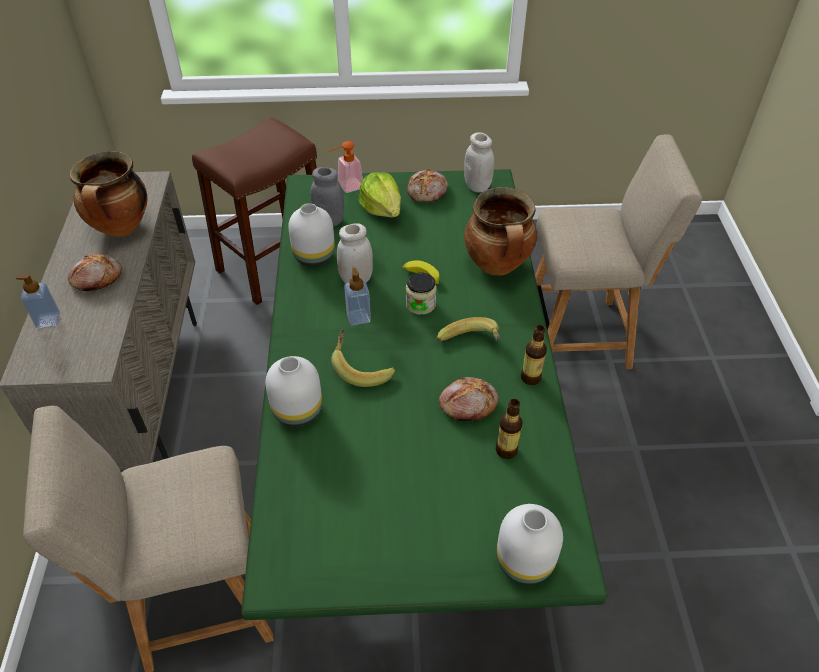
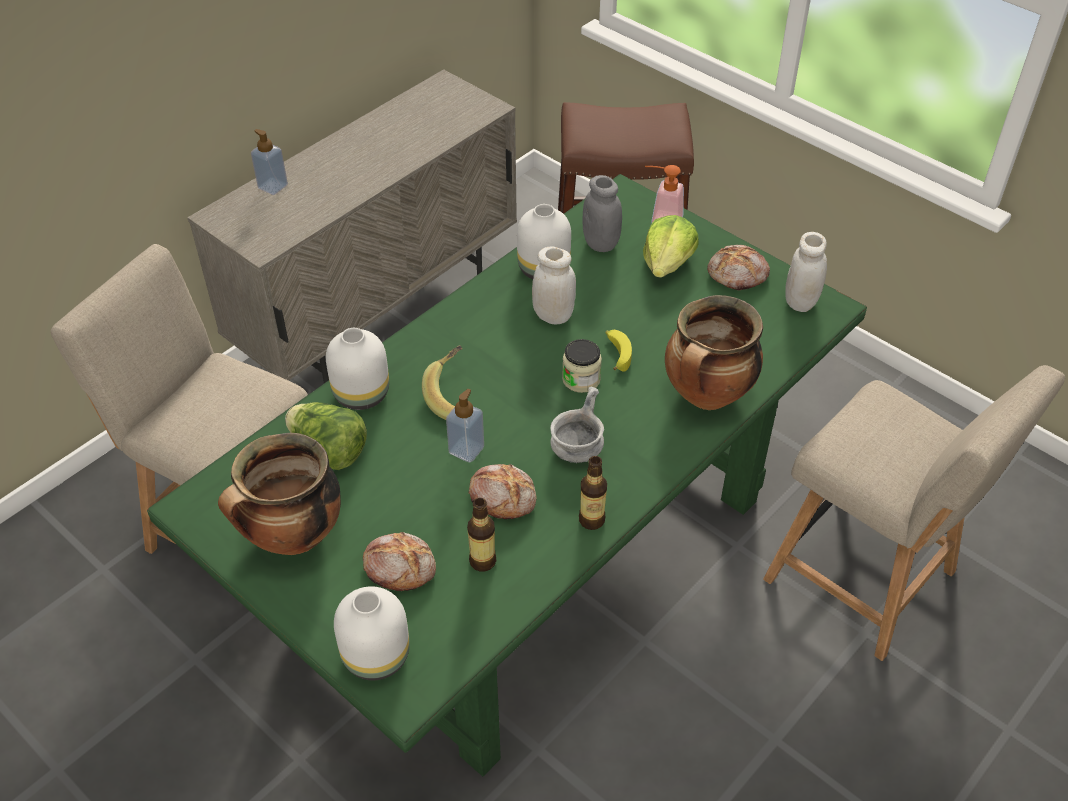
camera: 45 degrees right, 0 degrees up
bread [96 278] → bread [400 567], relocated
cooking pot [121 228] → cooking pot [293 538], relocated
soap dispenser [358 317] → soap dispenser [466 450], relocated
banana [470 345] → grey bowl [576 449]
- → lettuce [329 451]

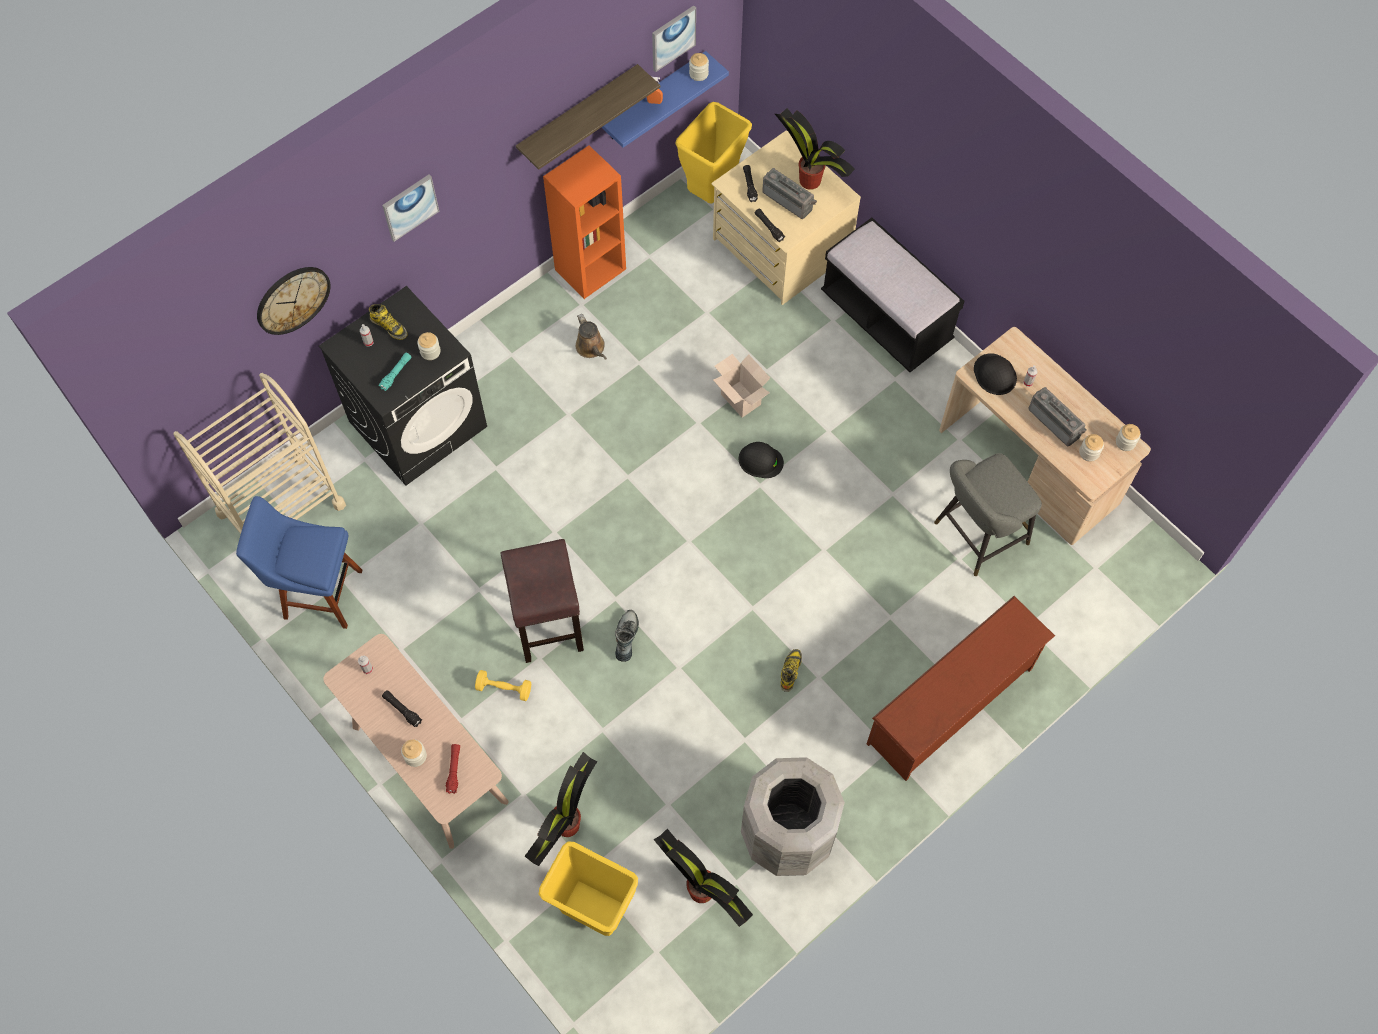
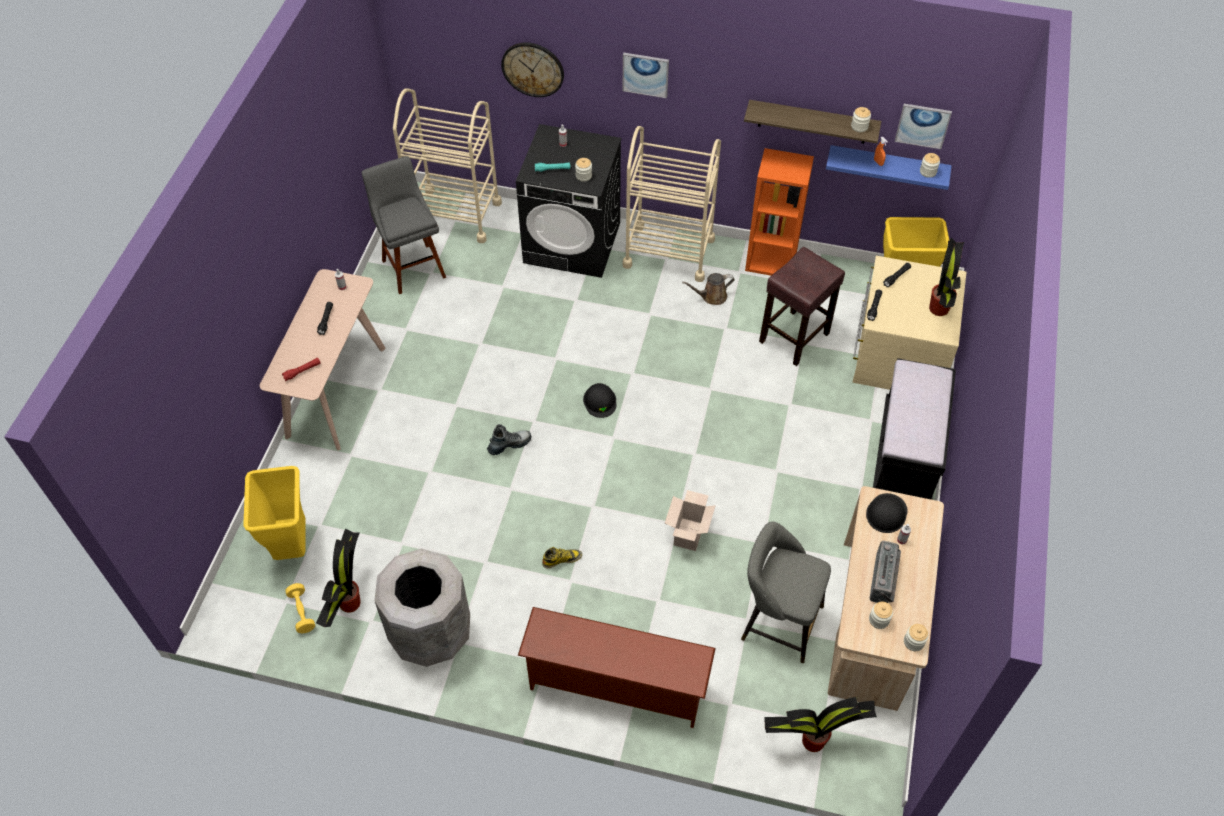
camera: 55 degrees right, 10 degrees down
blue stool [318 593] → grey stool [412 266]
boot [389 326] → -
jar [415 756] → jar [859 126], relocated
yellow dumbbell [504 689] → yellow dumbbell [302 612], relocated
brown stool [548 623] → brown stool [794 337], relocated
potted plant [566 826] → potted plant [811 741], relocated
brown watering can [591 348] → brown watering can [711 296], 45 degrees clockwise
cardboard box [739 399] → cardboard box [688 533], relocated
black hard hat [760 460] → black hard hat [600 401], relocated
radio [789 199] → -
- → beige cart [669 252]

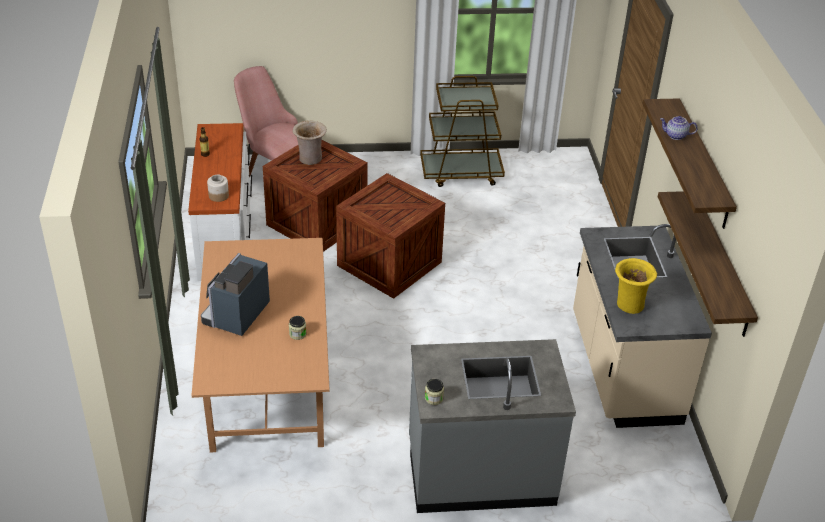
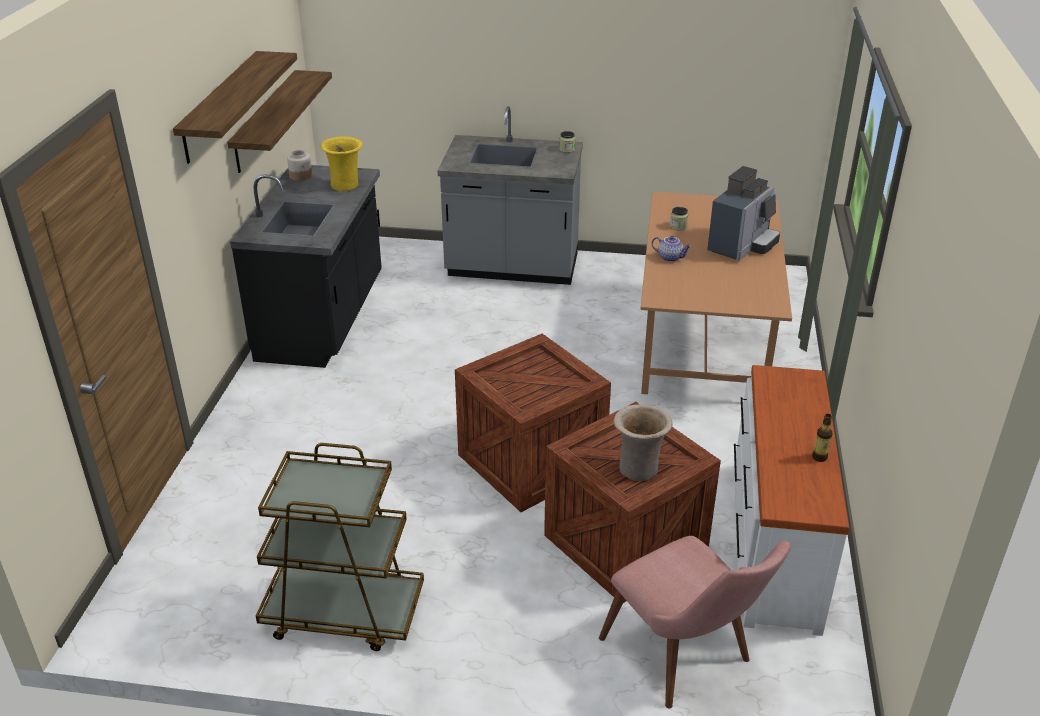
camera: 165 degrees left, 5 degrees down
jar [218 196] → jar [301 176], relocated
beige counter [623 369] → black counter [323 319]
teapot [675 136] → teapot [670 257], relocated

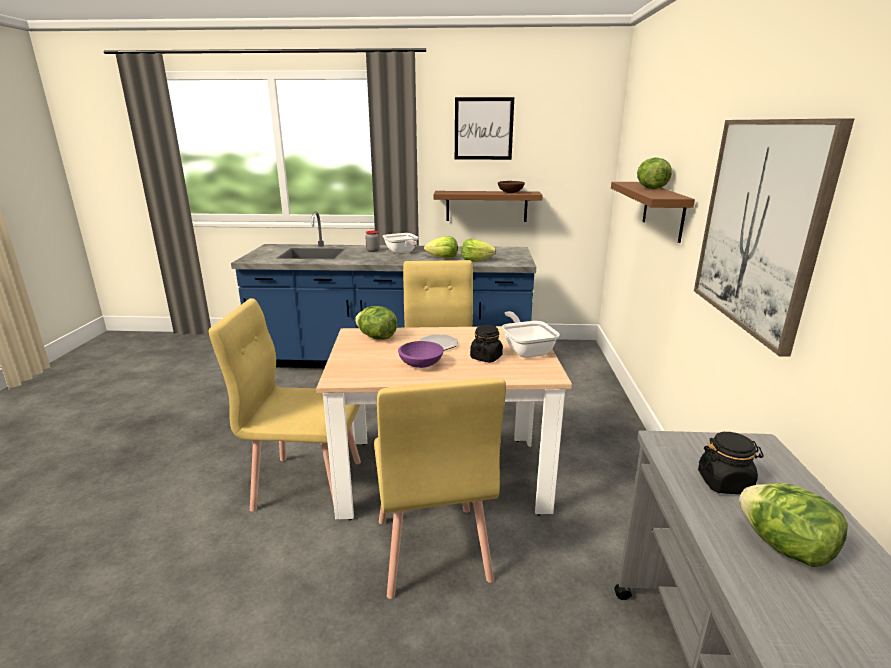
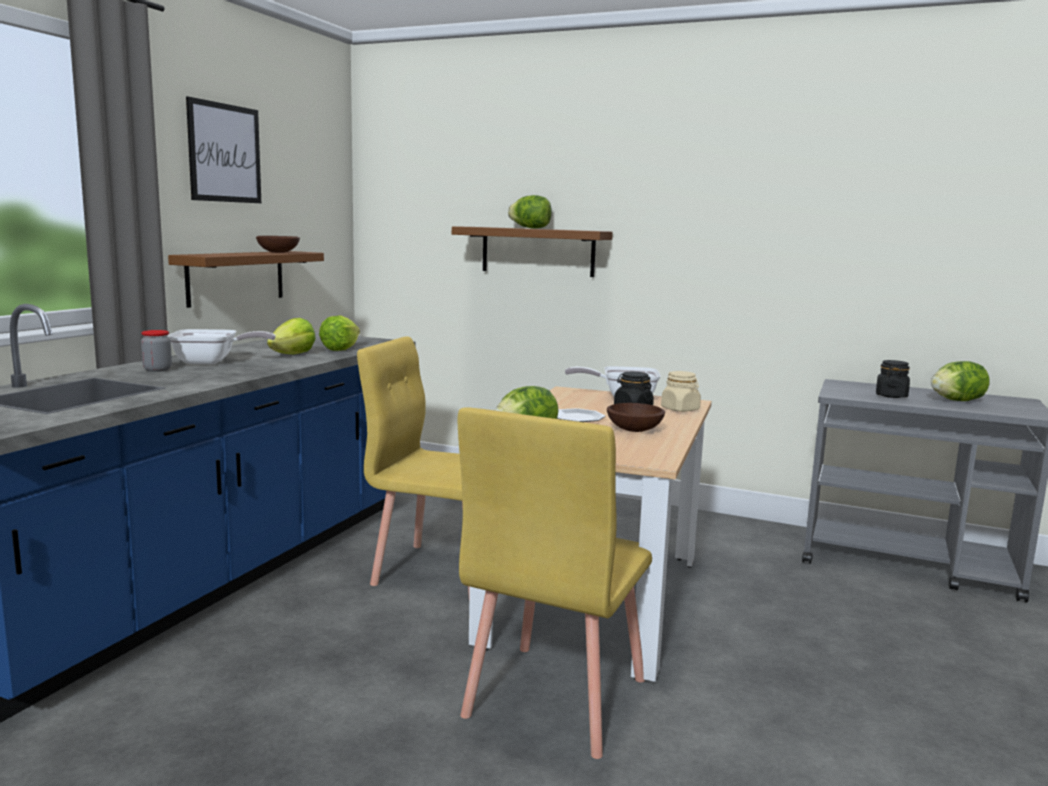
camera: 70 degrees left, 10 degrees down
yellow chair [431 550] → -
purple bowl [421 364] → brown bowl [634 429]
picture [759 225] → -
- → beige jar [680 409]

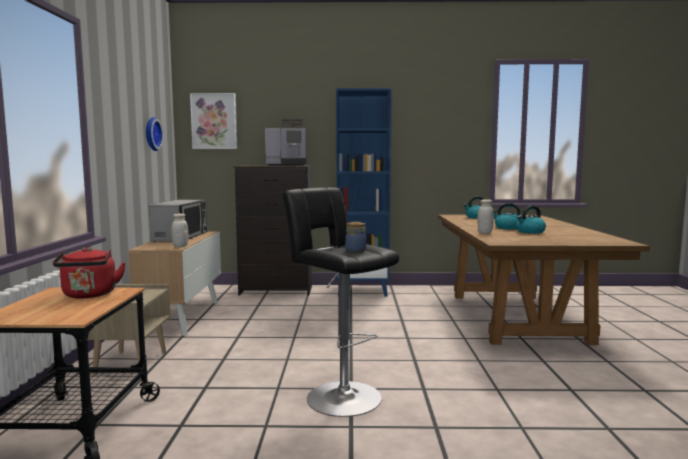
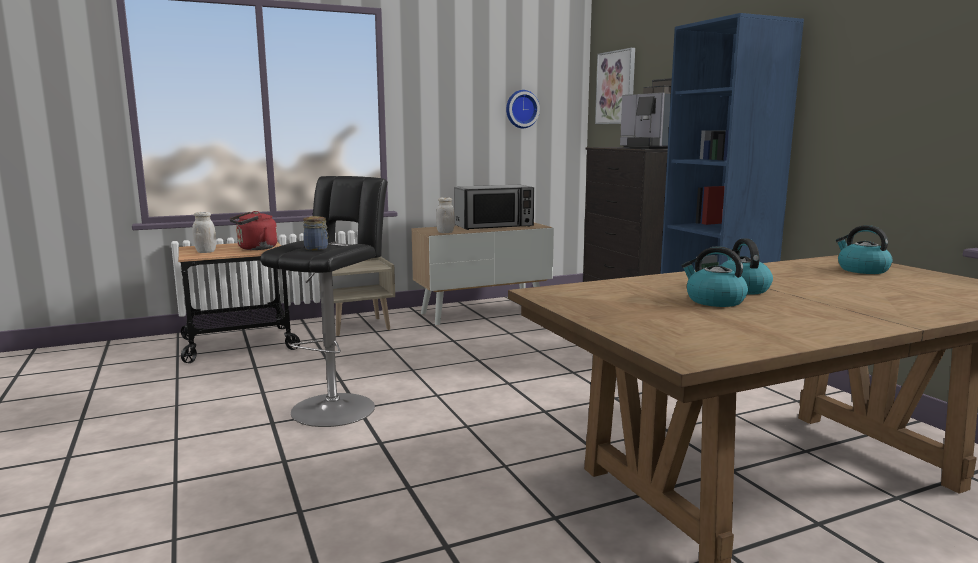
camera: 65 degrees right, 5 degrees up
white jar [484 232] → white jar [206 252], relocated

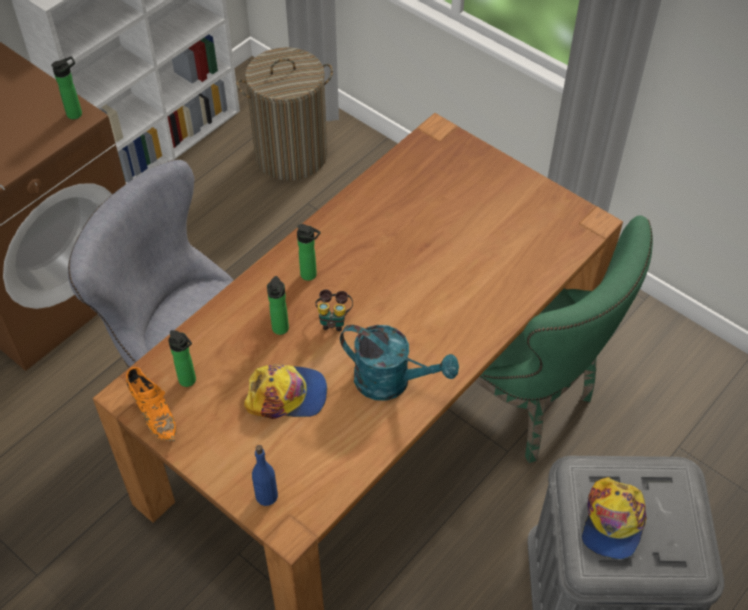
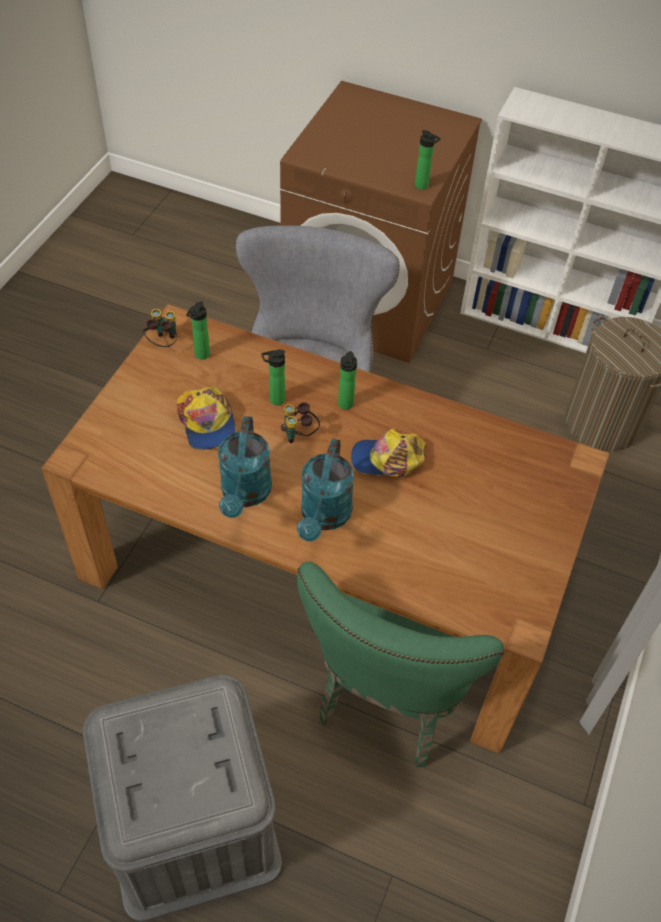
camera: 70 degrees right, 0 degrees up
orange shoe [154 413] → binoculars [163 343]
blue bottle [266 496] → -
cap [612 522] → cap [387 459], relocated
- → turquoise watering can [324 517]

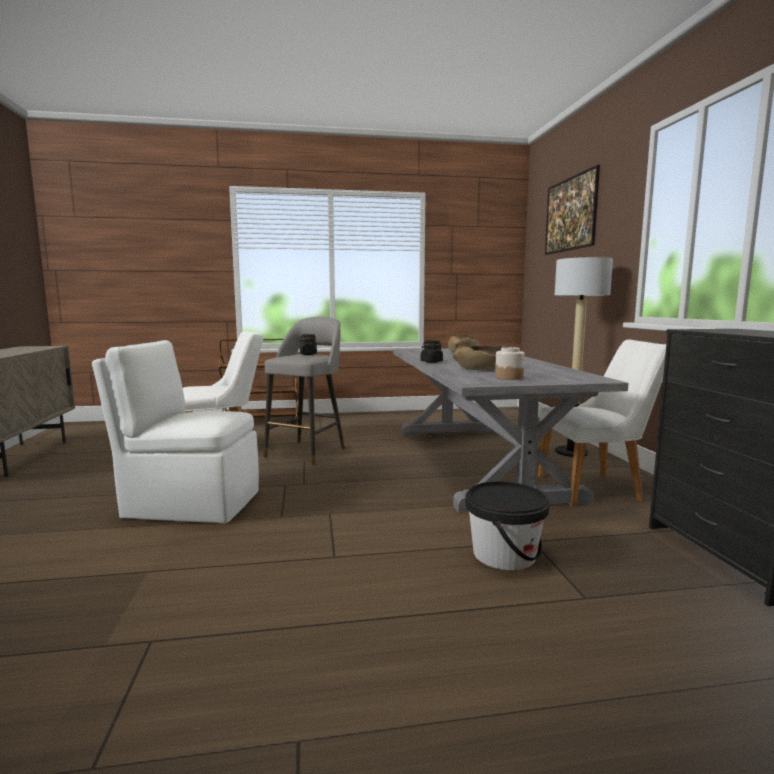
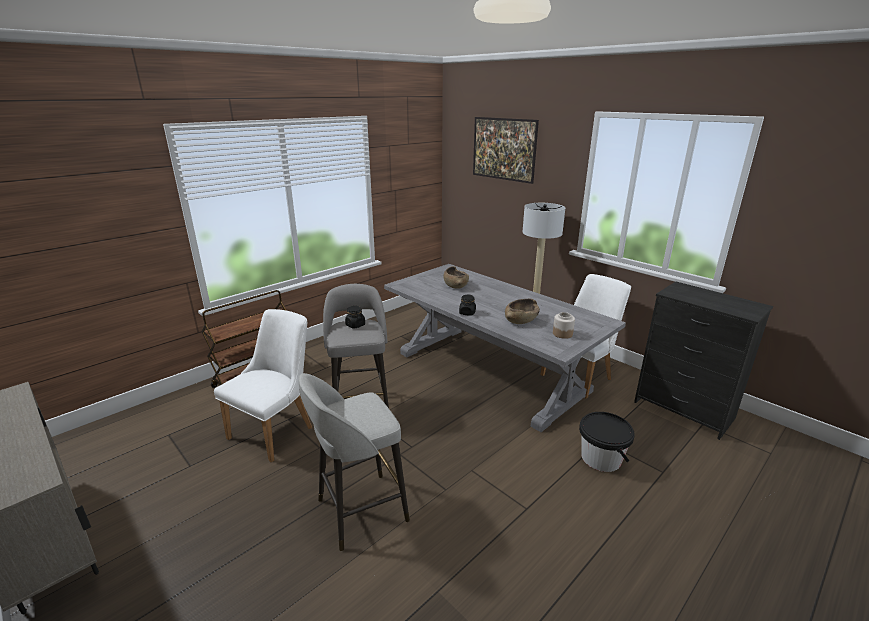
camera: 35 degrees left, 15 degrees up
white chair [190 504] → grey stool [359 511]

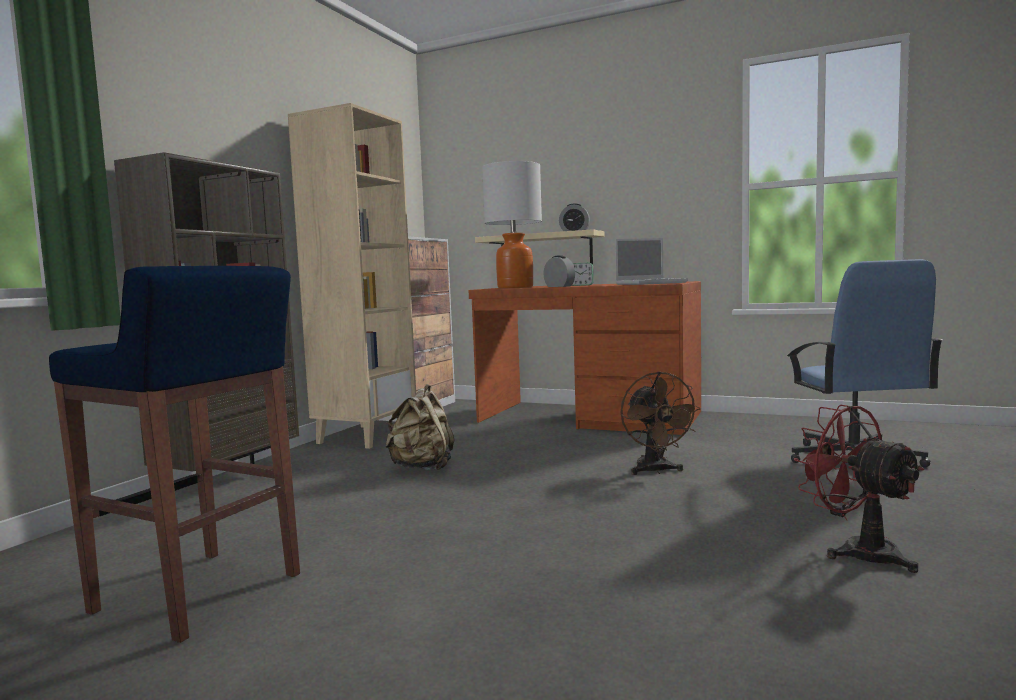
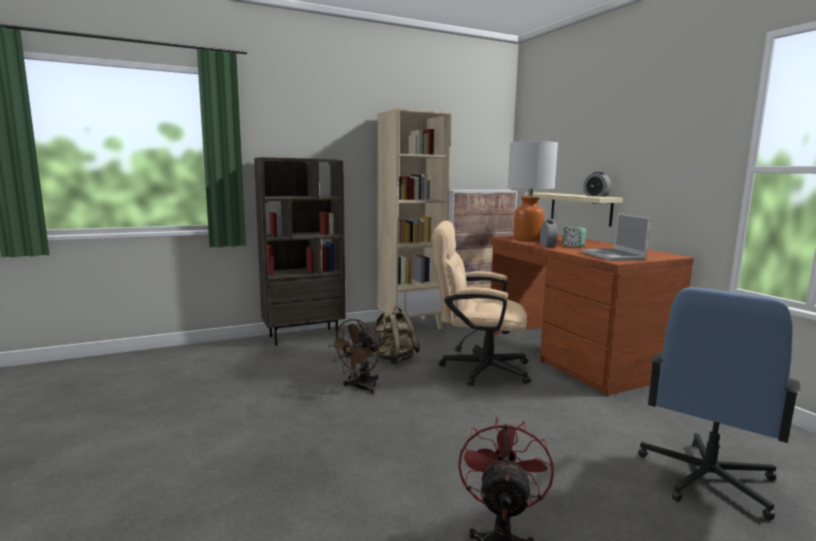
camera: 40 degrees right, 5 degrees up
blue stool [200 594] → -
laptop [651 283] → laptop [614 256], 60 degrees clockwise
brown fan [656 471] → brown fan [360 388], relocated
- → beige office chair [476 368]

